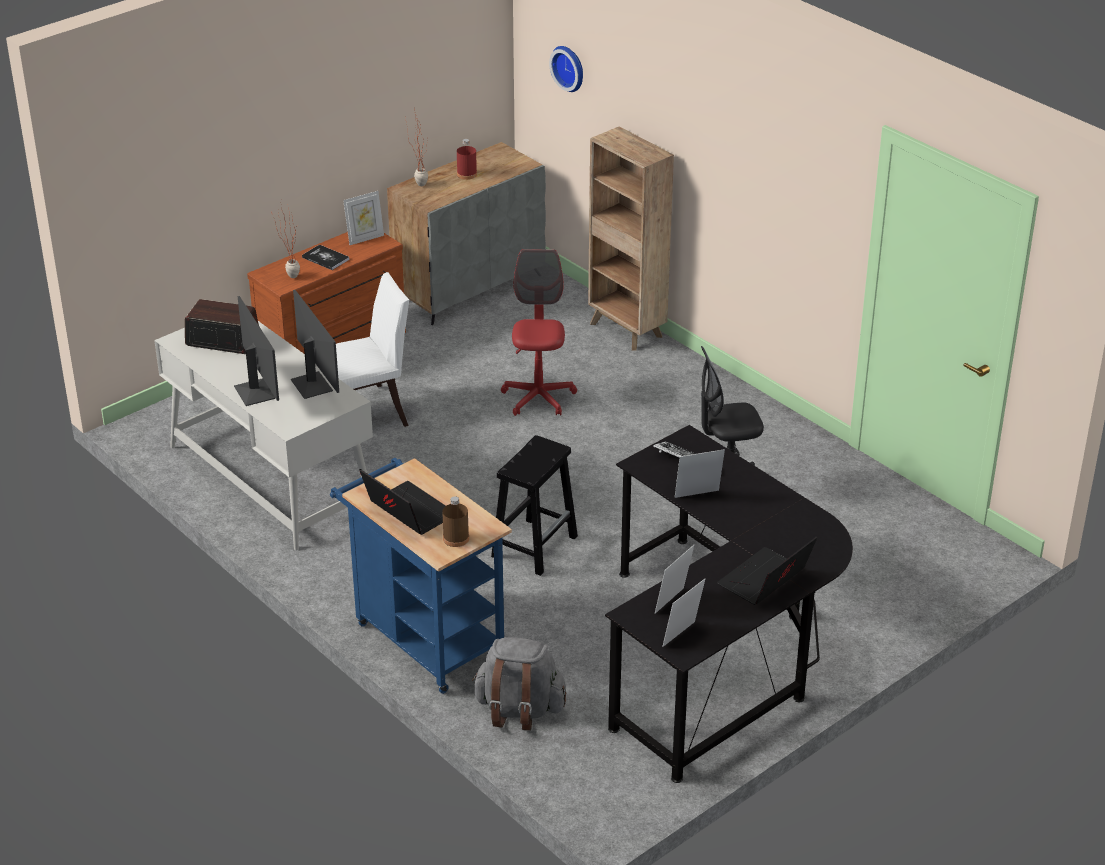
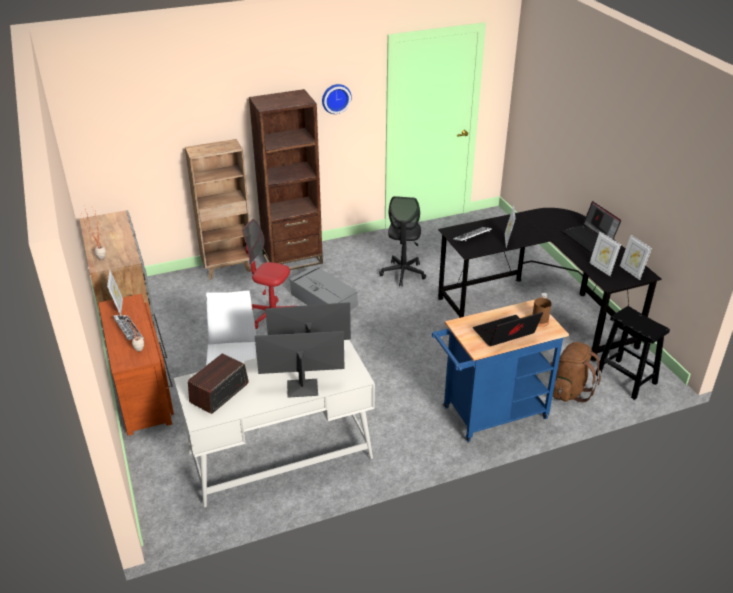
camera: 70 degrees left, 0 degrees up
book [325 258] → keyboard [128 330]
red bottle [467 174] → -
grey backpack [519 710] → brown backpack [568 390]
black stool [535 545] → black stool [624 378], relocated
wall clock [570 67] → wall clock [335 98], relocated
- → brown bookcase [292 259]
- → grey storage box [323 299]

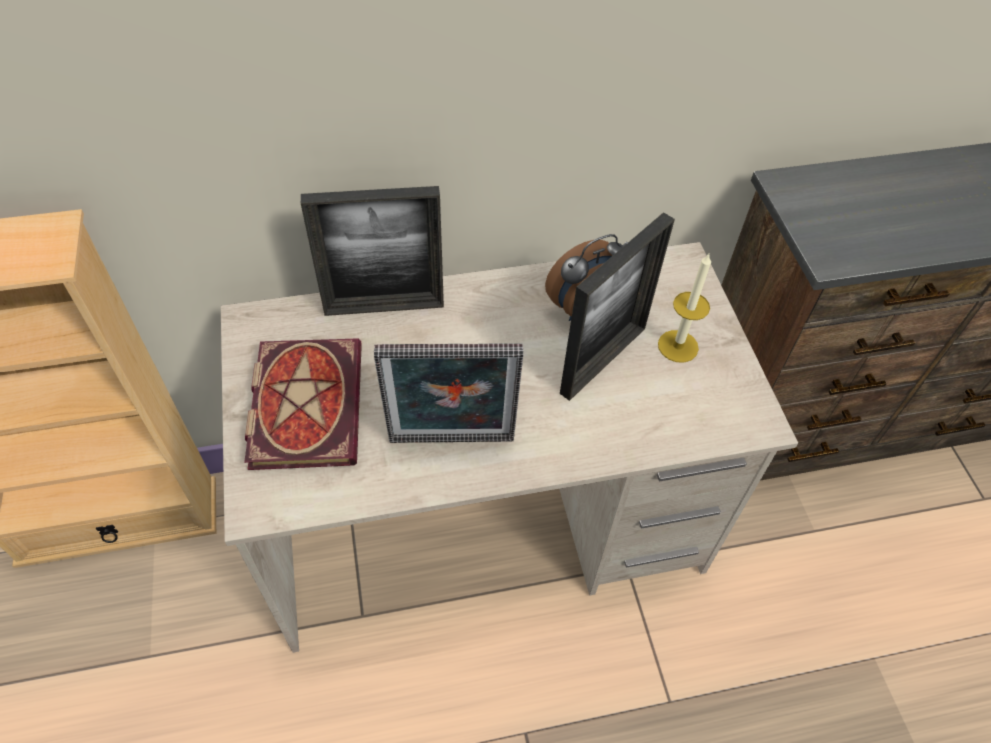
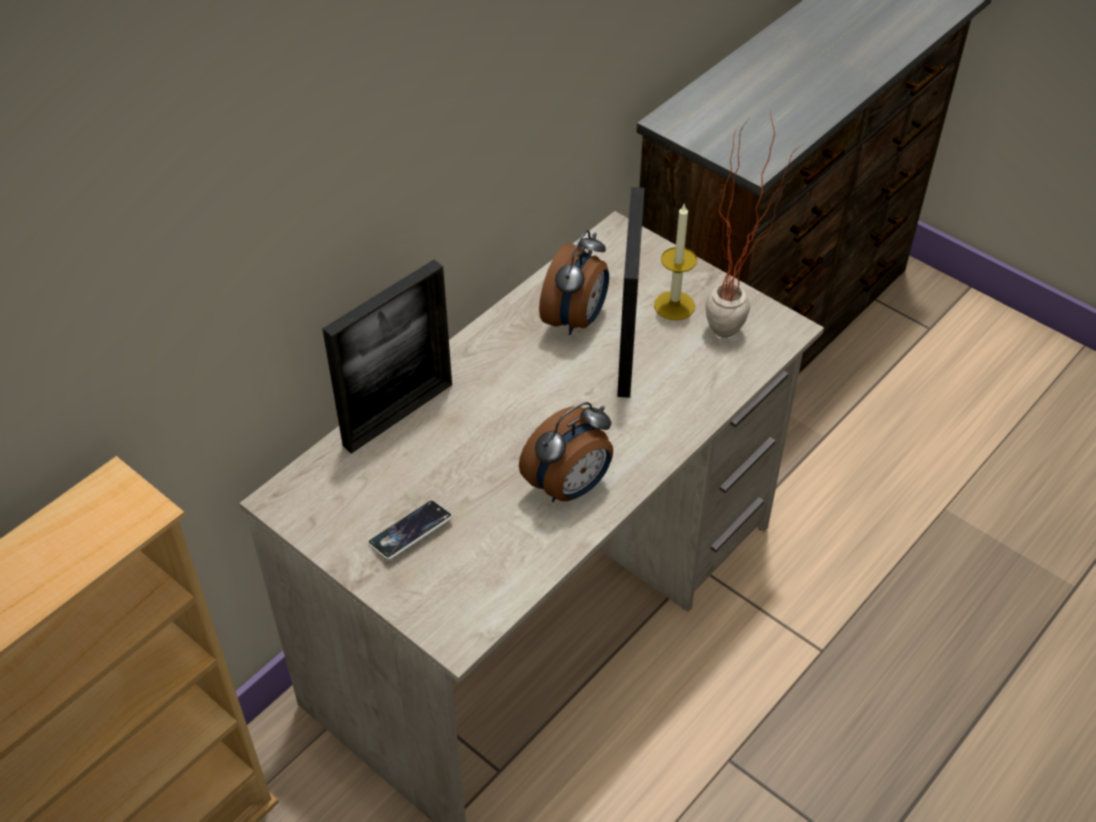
camera: 35 degrees left, 5 degrees down
book [304 403] → phone [410 533]
picture frame [451 444] → alarm clock [570 487]
- → potted plant [737 334]

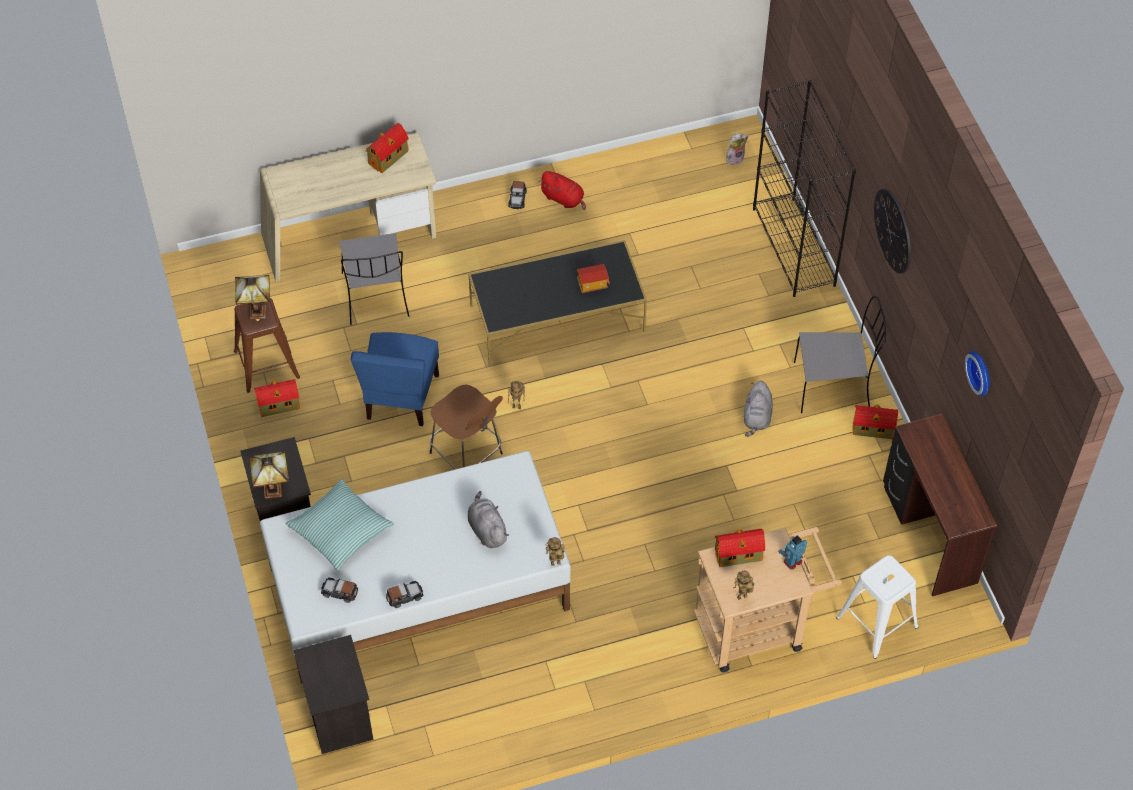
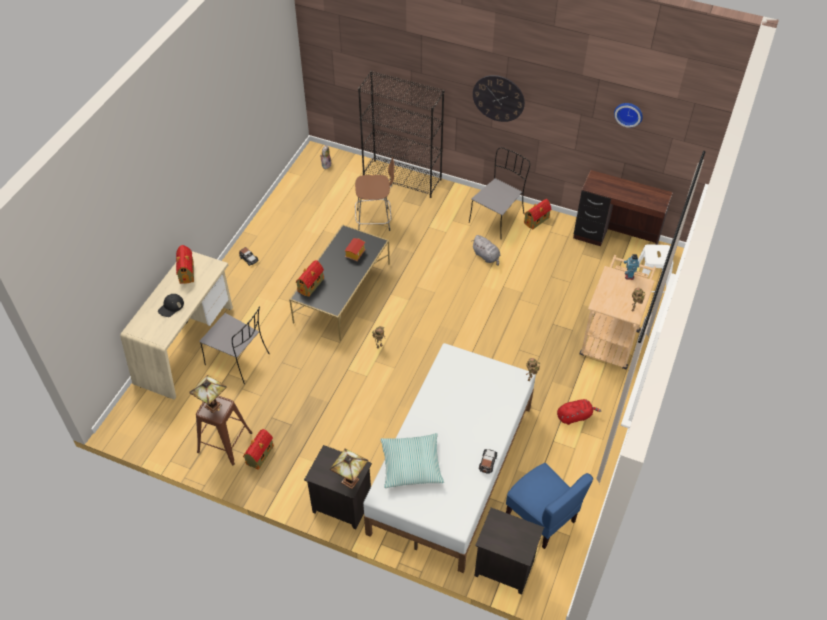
camera: 50 degrees left, 5 degrees down
toy car [340 592] → -
blue chair [401 397] → blue chair [541 518], relocated
brown stool [468 455] → brown stool [375 220], relocated
grey plush toy [487 529] → -
red plush toy [564 199] → red plush toy [575 416], relocated
toy house [739 554] → toy house [311 285], relocated
- → black cap [171 307]

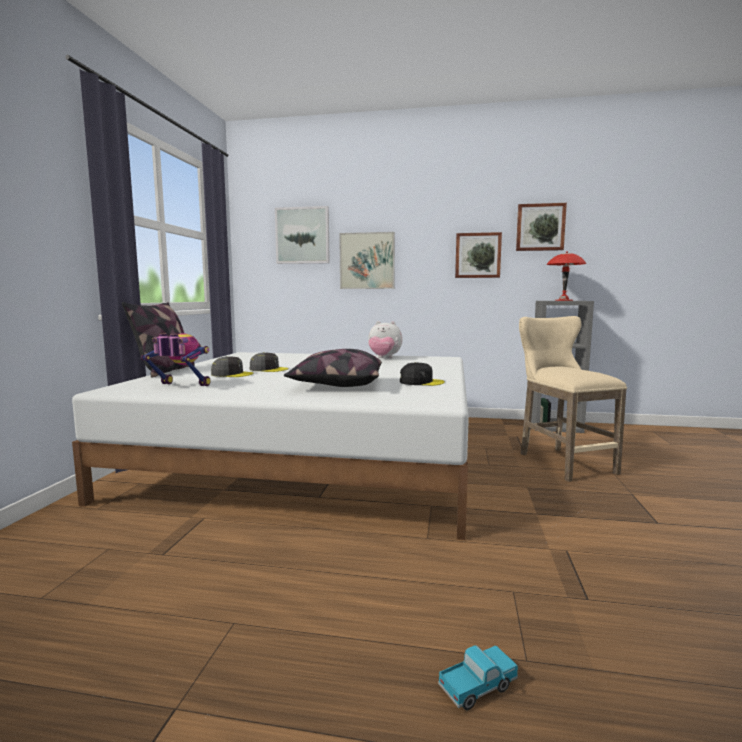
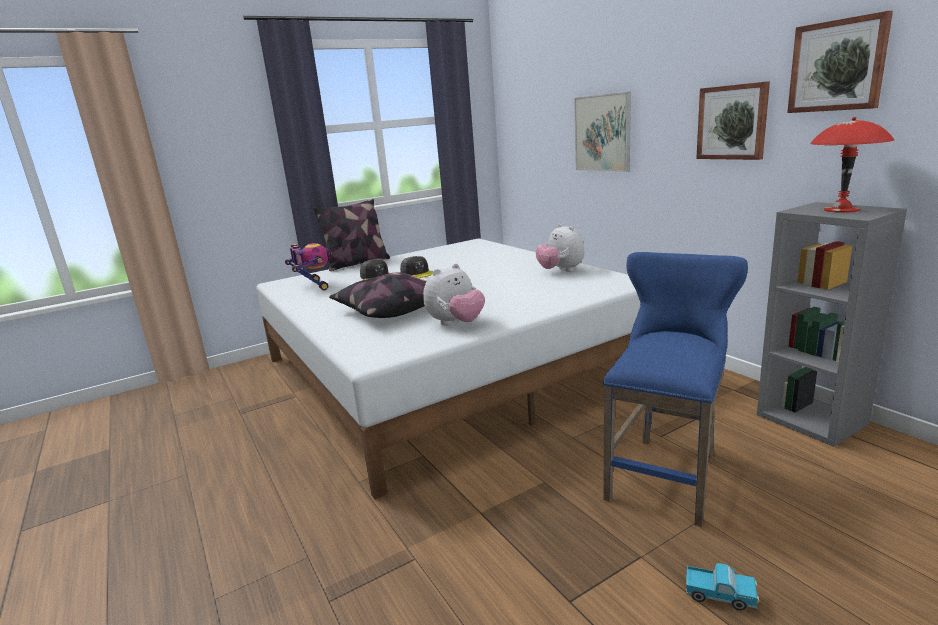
camera: 50 degrees right, 10 degrees up
picture [302 235] → -
black cap [421 382] → plush toy [456 323]
toy truck [478 687] → toy truck [720 595], relocated
beige stool [561 462] → blue stool [667 473]

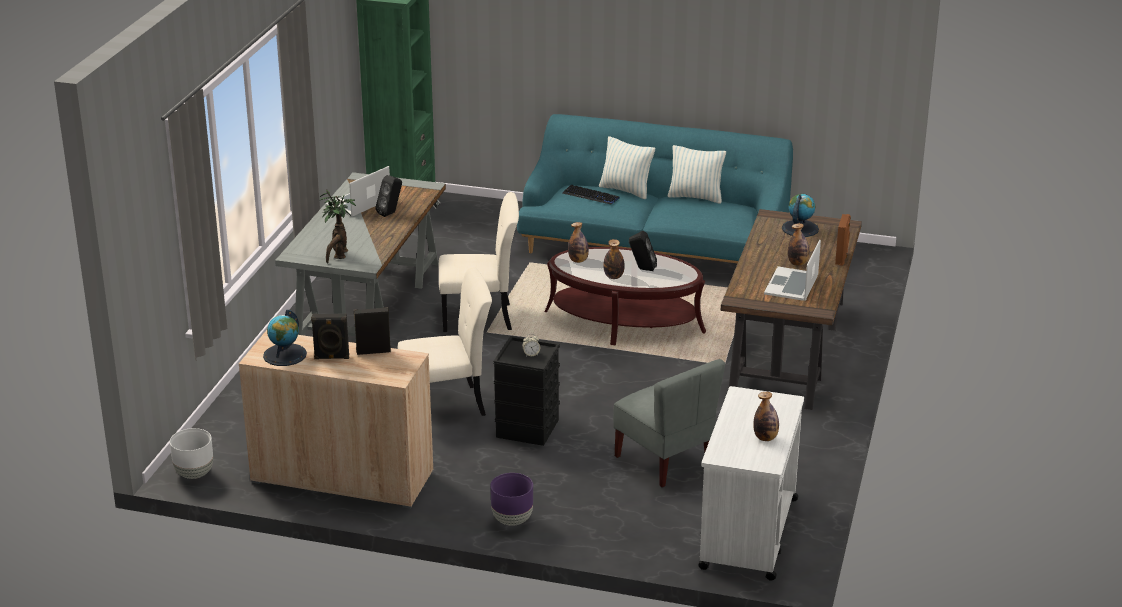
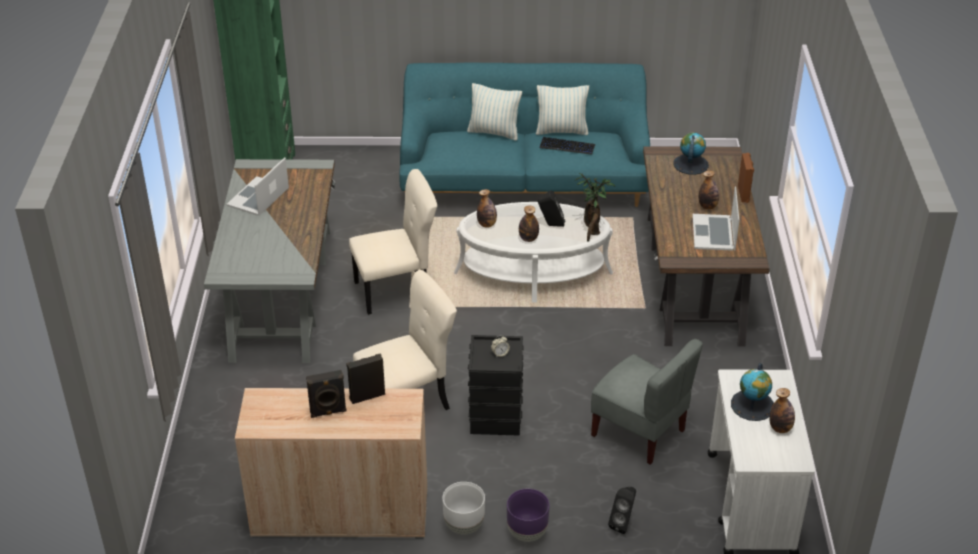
camera: 15 degrees left, 10 degrees up
white planter [194 473] → white planter [463 525], relocated
globe [285 355] → globe [752 405], relocated
potted plant [338 256] → potted plant [592 231], relocated
black speaker [391 213] → black speaker [623 524], relocated
brown coffee table [624 321] → white coffee table [533 272]
keyboard [591 196] → keyboard [567 147], relocated

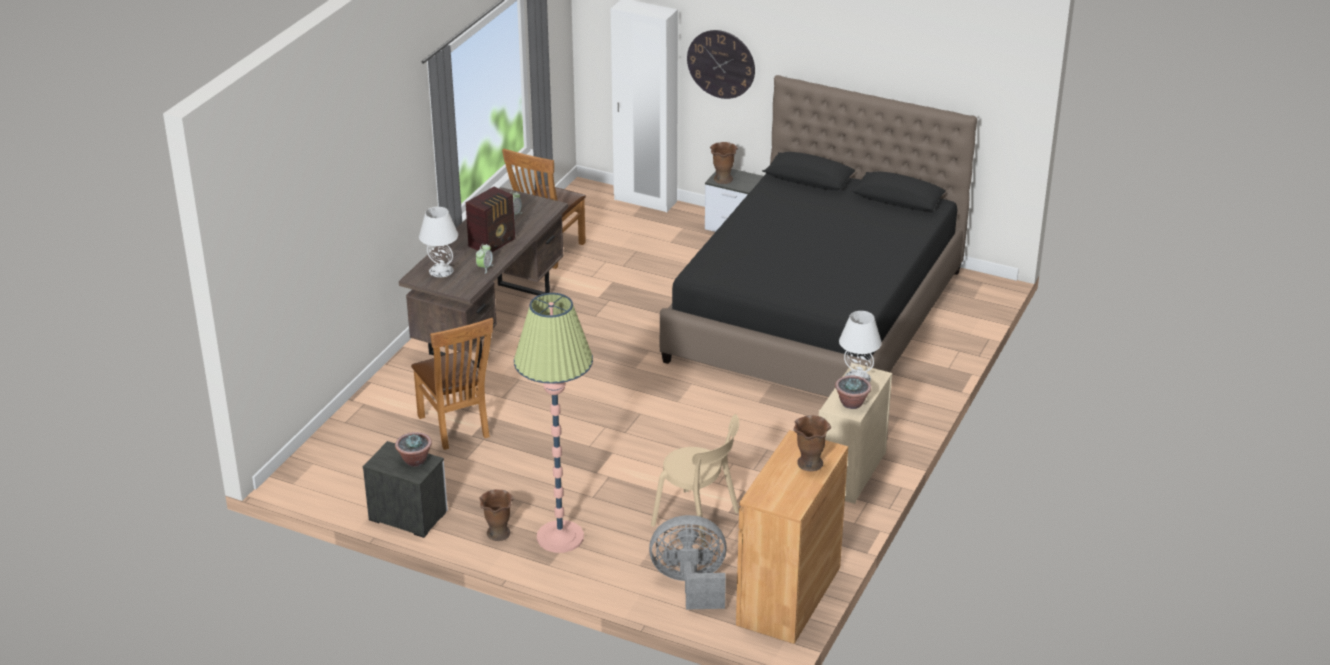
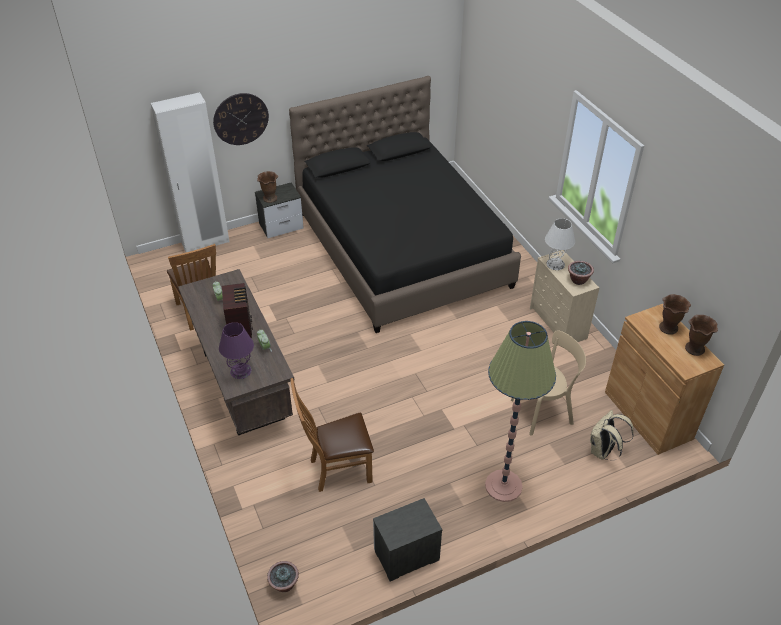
camera: 50 degrees left, 10 degrees up
potted plant [414 460] → potted plant [284 584], relocated
brown chair [456 428] → brown chair [336 470], 150 degrees clockwise
white table lamp [440 271] → purple table lamp [240 371]
brown vase [498 533] → brown vase [694 348], relocated
grey fan [690 584] → beige backpack [603 451]

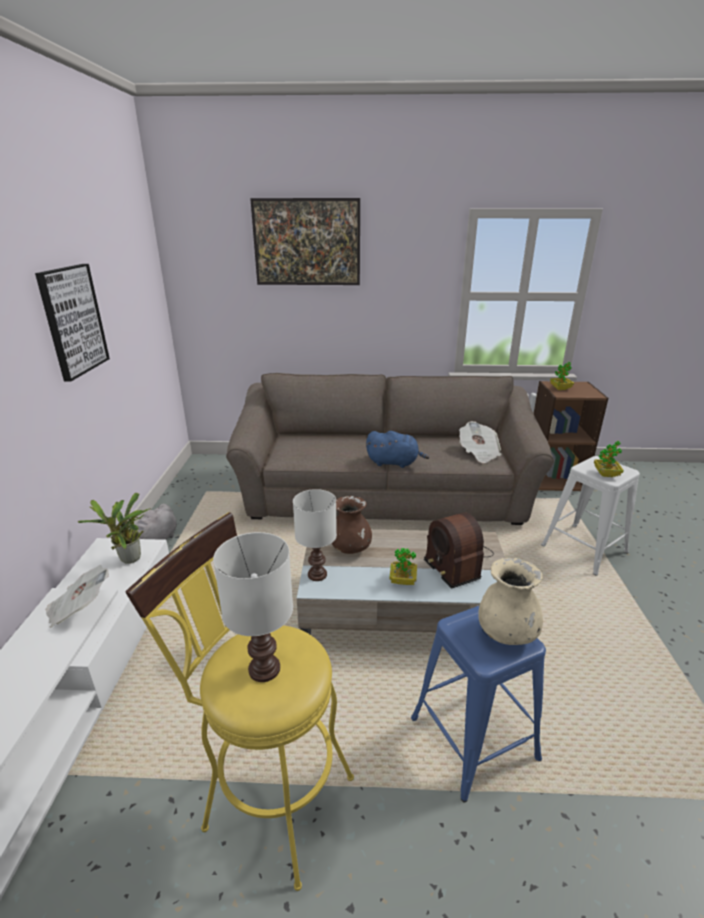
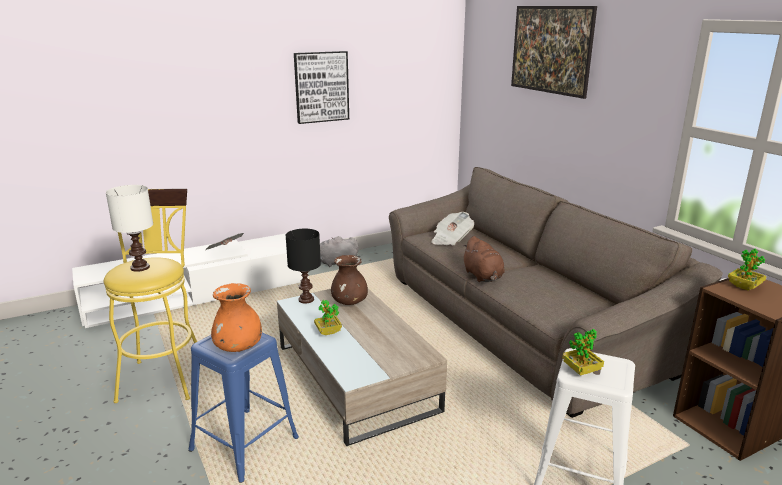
camera: 60 degrees right, 5 degrees down
potted plant [130 560] → -
white table lamp [317 574] → black table lamp [307 299]
blue plush toy [394 463] → brown plush toy [483 277]
radio [456 561] → -
newspaper [478 453] → newspaper [451 240], relocated
beige vase [506 633] → orange vase [238 347]

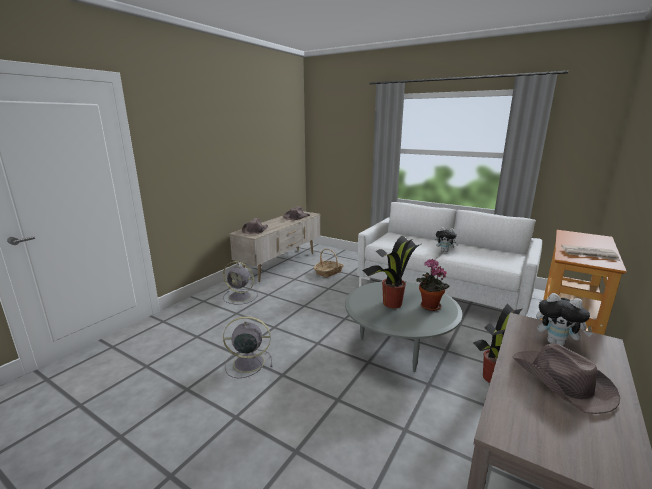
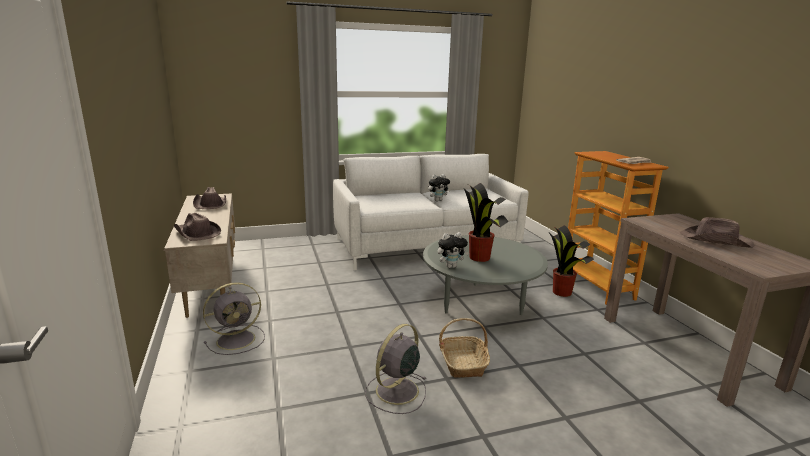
camera: 50 degrees left, 0 degrees up
basket [328 272] → basket [463 363], relocated
potted plant [428 307] → -
plush toy [557 343] → plush toy [451 266], relocated

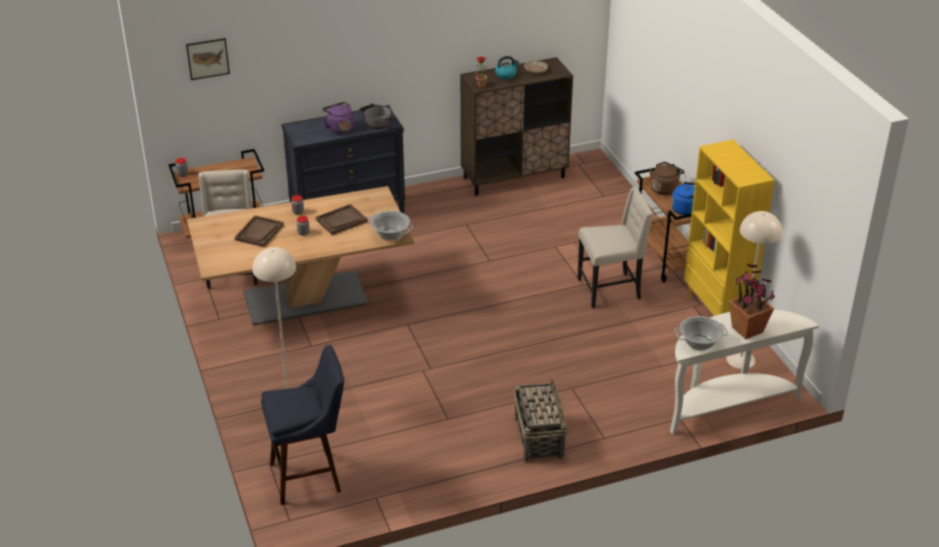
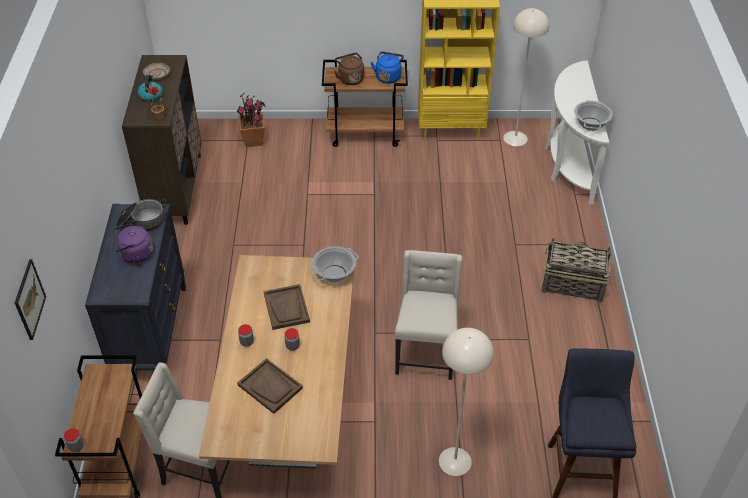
camera: 70 degrees left, 10 degrees up
beige chair [610 289] → beige chair [425 353], relocated
potted plant [747 330] → potted plant [254 140], relocated

